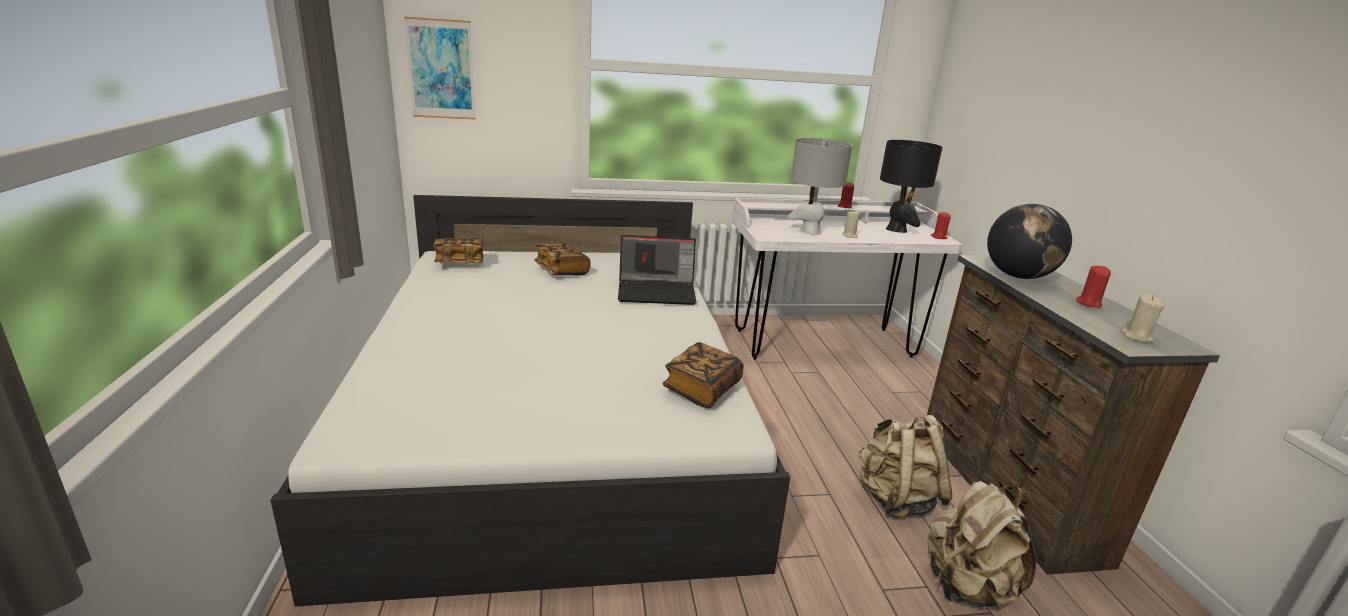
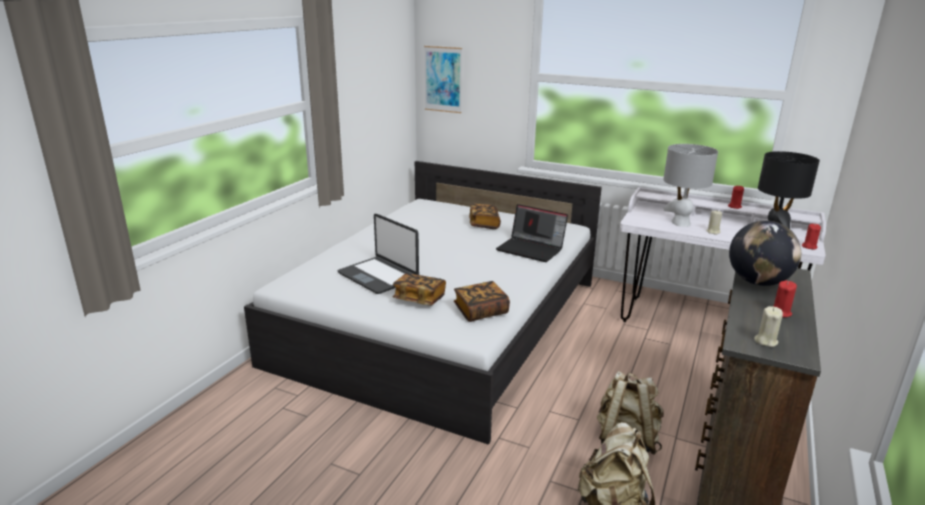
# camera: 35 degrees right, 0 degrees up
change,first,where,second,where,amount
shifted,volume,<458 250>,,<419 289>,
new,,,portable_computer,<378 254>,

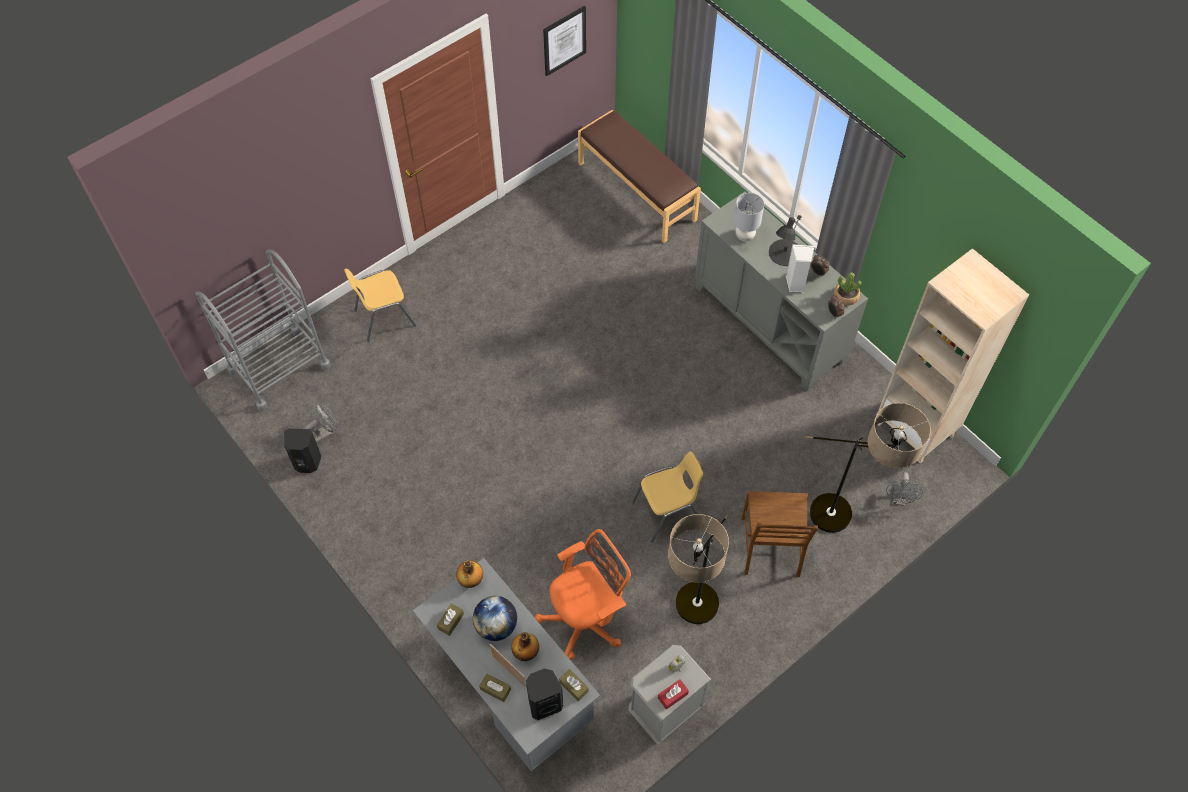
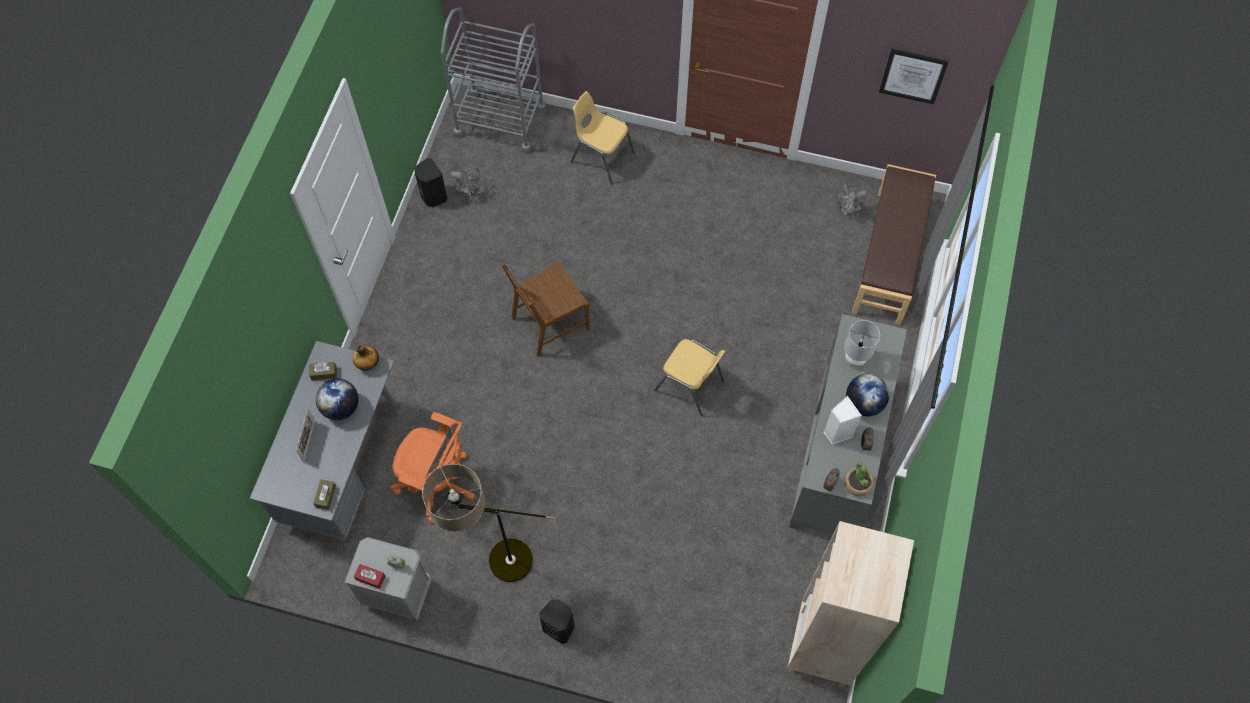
# camera: 55 degrees right, 5 degrees up
change,first,where,second,where,amount
gone,brownish_tissue_holder,<495 688>,,,
gone,drink_bottle,<525 646>,,,
shifted,black_audio_speaker,<544 694>,,<557 621>,
shifted,yellow_upright_chair,<667 496>,,<689 377>,
shifted,brownish_upright_chair,<780 534>,,<545 309>,
swapped,black_lamp_for_a_table,<785 240>,globe,<867 395>,
gone,standard_lamp,<867 468>,,,
shifted,gray_fan,<904 489>,,<852 199>,

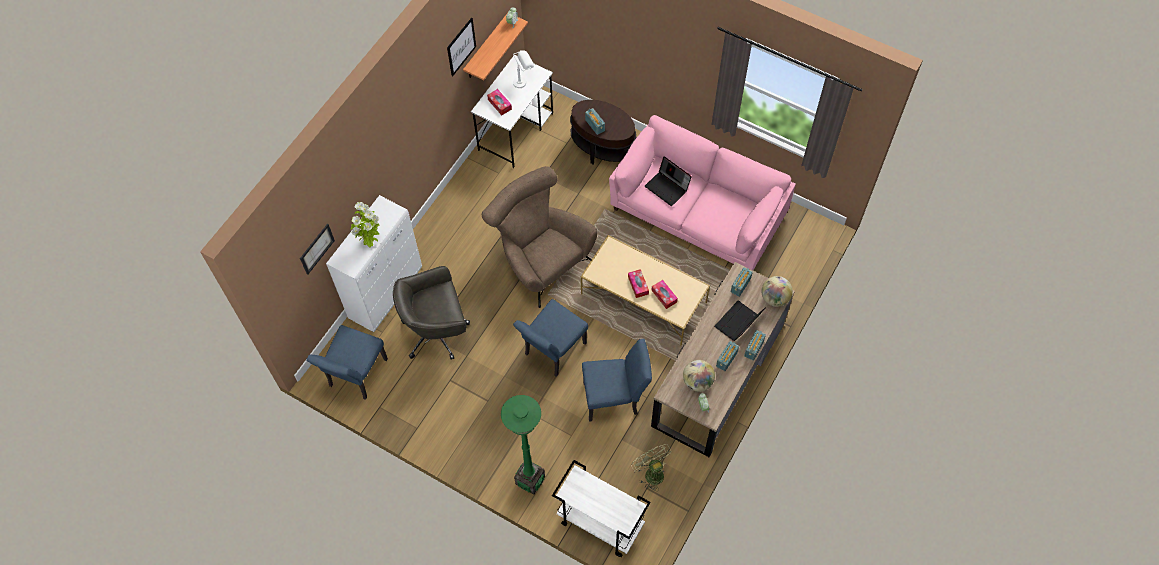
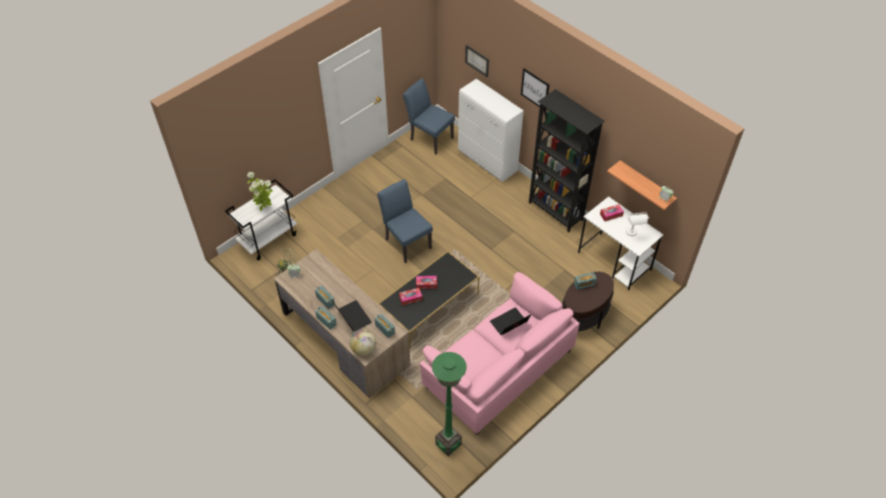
# camera: 105 degrees right, 10 degrees down
change,first,where,second,where,amount
shifted,houseplant,<365 225>,,<260 191>,
gone,gray_computer_chair,<431 313>,,,
shifted,picture,<461 46>,,<535 87>,
gone,brownish_easy_chair,<540 237>,,,
shifted,green-coloured_standard_lamp,<523 445>,,<449 404>,
repainted,sand-coloured_lounge_table,<645 290>,black_lounge_table,<428 300>,
gone,bluish_upright_chair,<617 380>,,,
gone,globe,<699 376>,,,
new,,,black_bookcase,<566 160>,

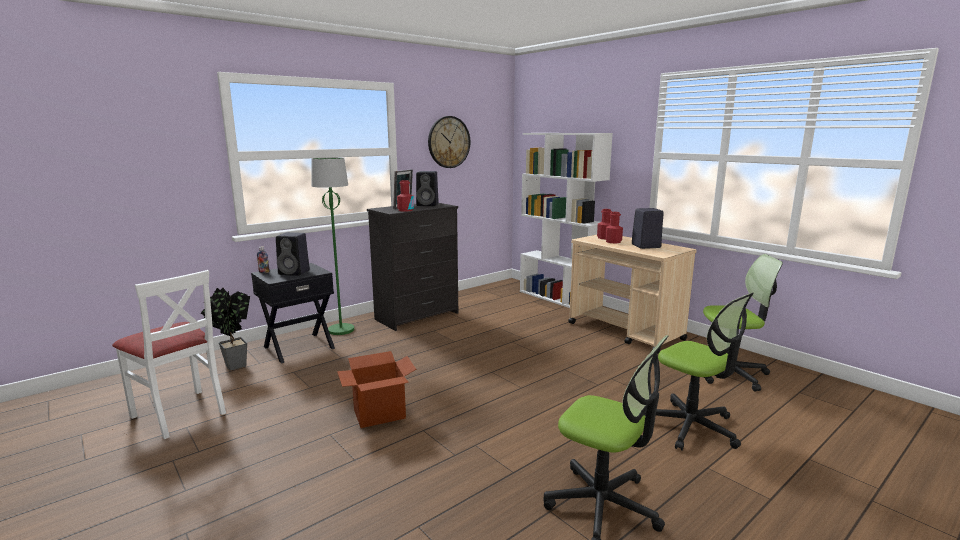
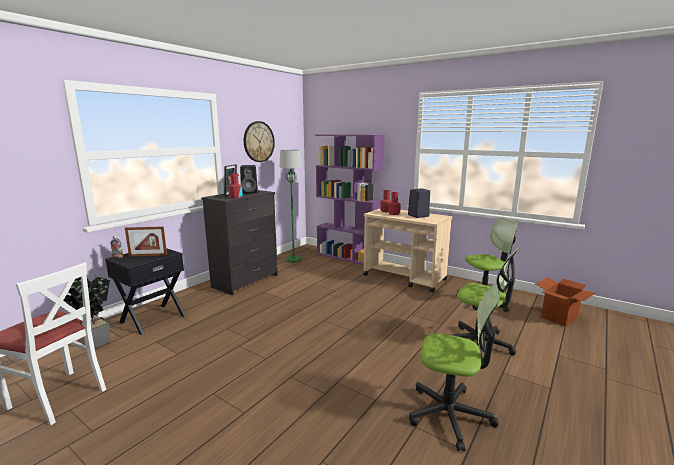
# camera: 15 degrees left, 0 degrees up
change,first,where,second,where,amount
swapped,black_audio_speaker,<293 254>,standing_frame,<146 241>,
shifted,green-coloured_standard_lamp,<332 246>,,<291 206>,
shifted,cardboard_box,<376 389>,,<565 301>,
repainted,whitish_bookcase,<566 220>,purple-coloured_bookcase,<350 199>,

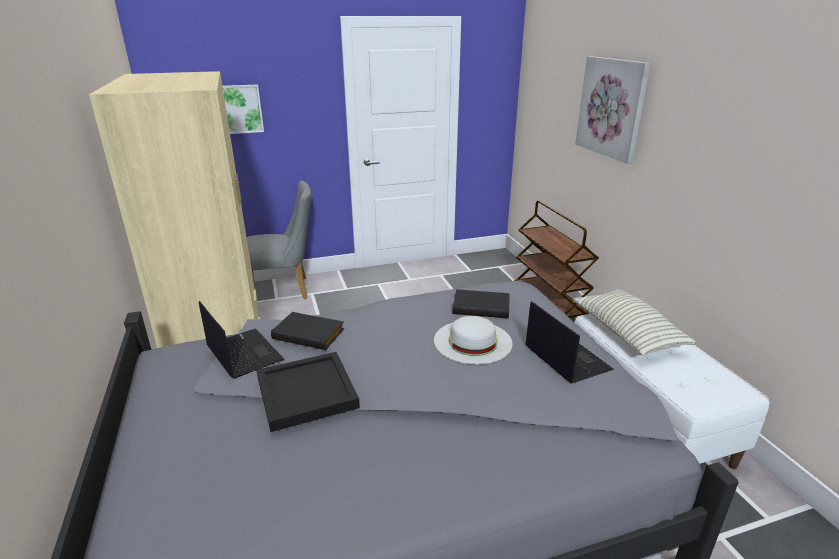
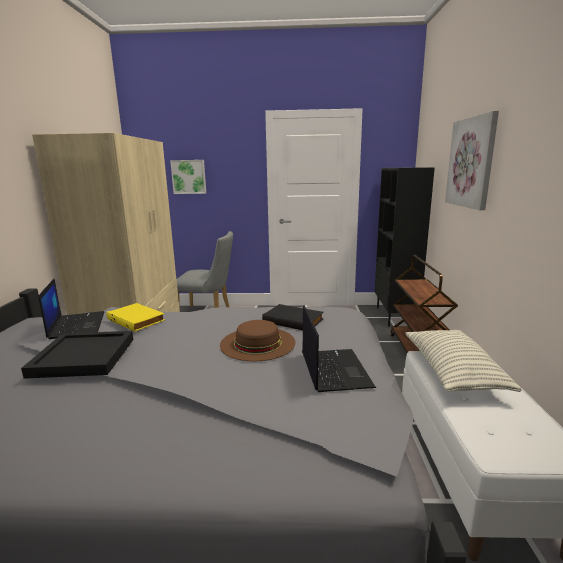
# camera: 20 degrees right, 10 degrees down
change,first,where,second,where,amount
repainted,black_volume,<307 331>,yellow_volume,<135 317>,
repainted,whitish_hat,<473 340>,brownish_hat,<258 340>,
new,,,black_bookcase,<405 247>,

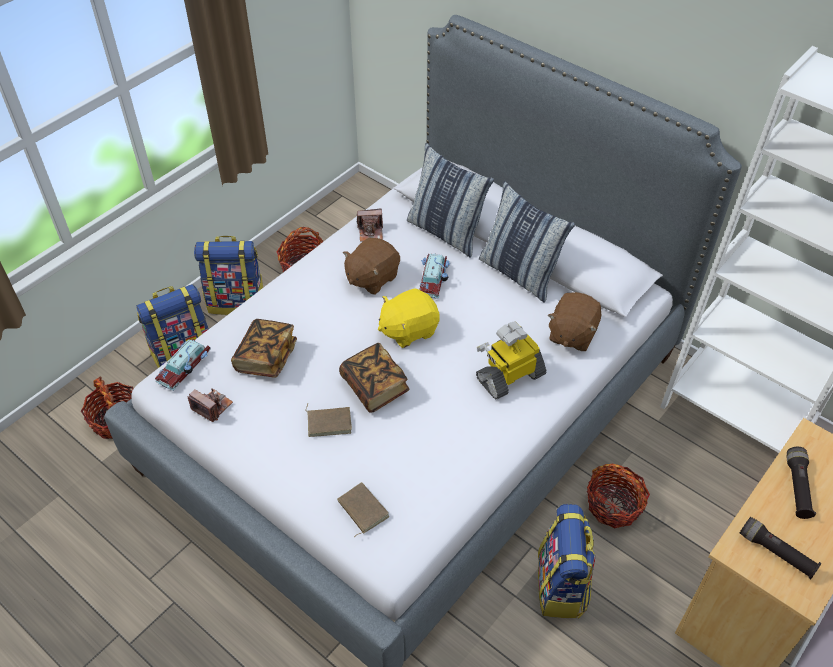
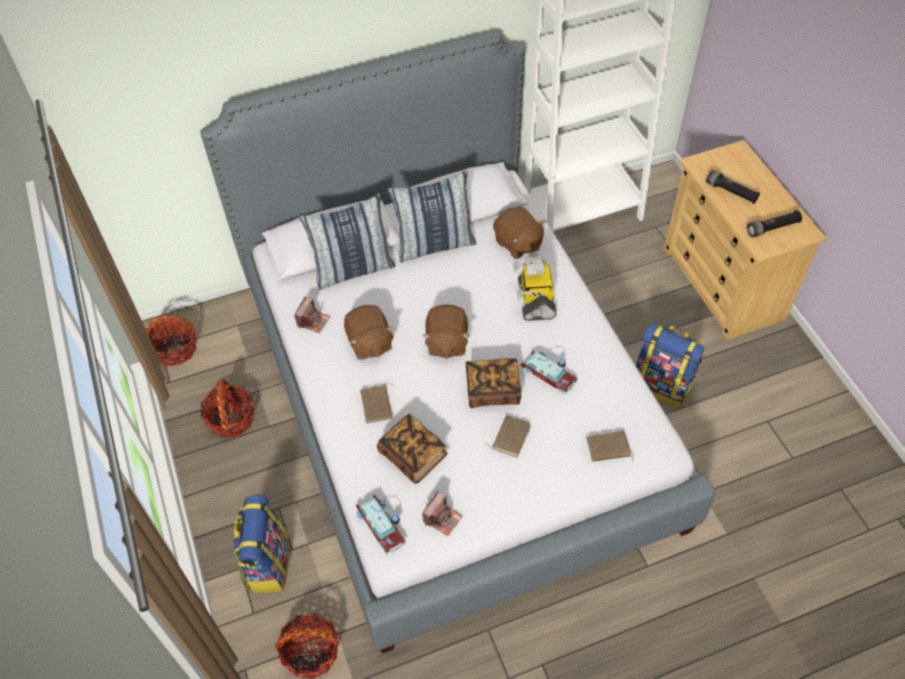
# camera: 60 degrees left, 5 degrees up
change,first,where,second,where,amount
rotated,still_camera,<210 405>,,<442 513>,150 degrees clockwise
gone,knapsack,<228 275>,,,
repainted,yellow_plush_toy,<409 318>,brownish_plush_toy,<446 331>,
shifted,model_car,<434 276>,,<549 373>,
shifted,household_basket,<618 496>,,<171 340>,
new,,,brownish_volume,<377 403>,

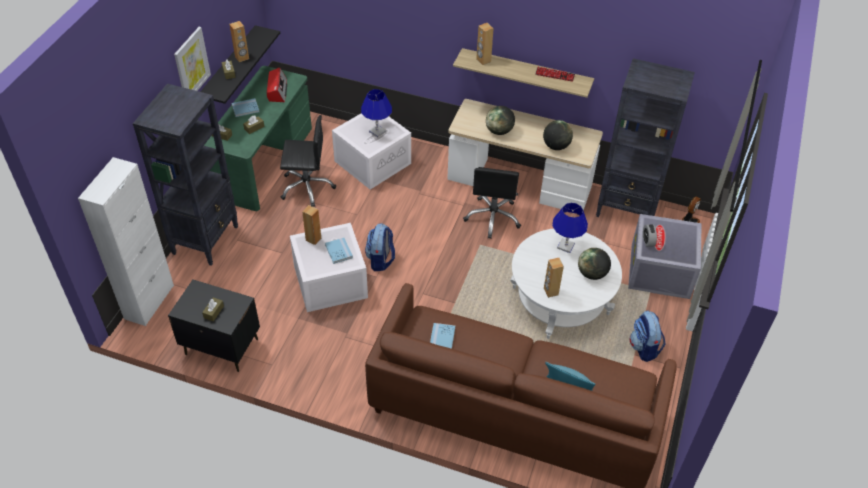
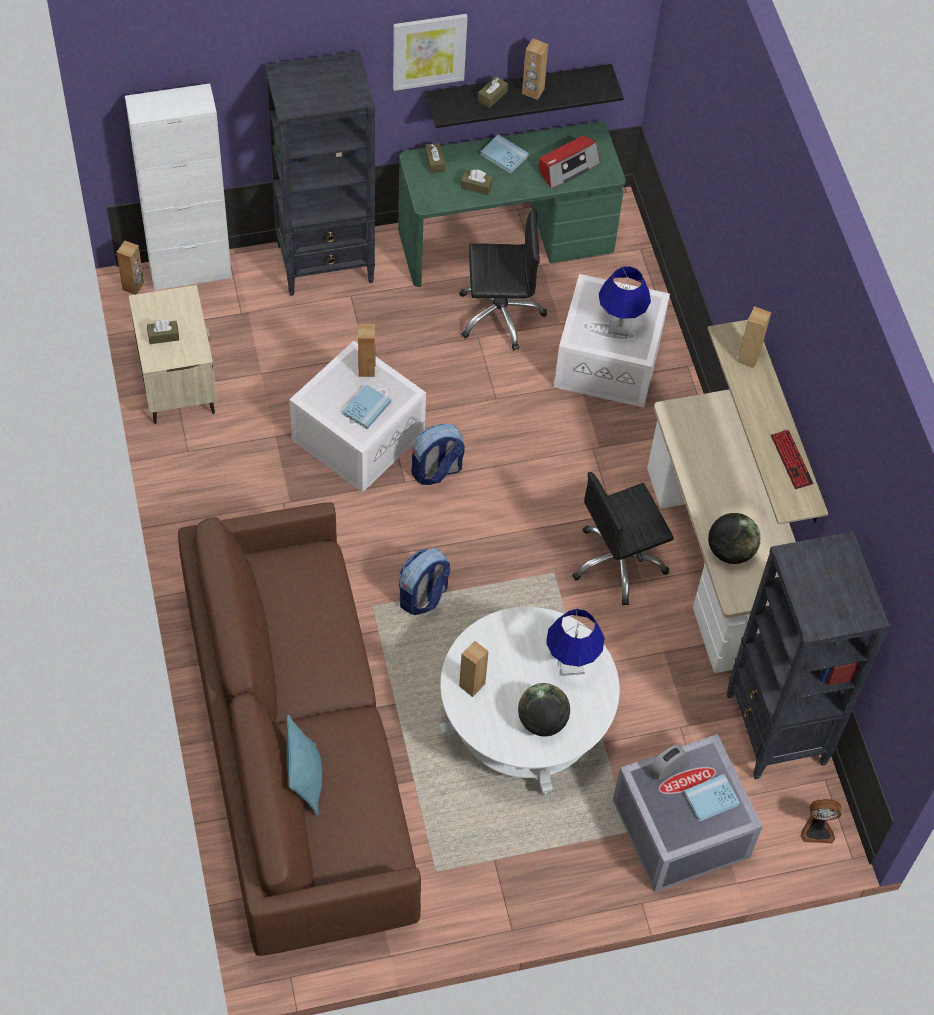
# camera: 55 degrees right, 10 degrees up
change,first,where,second,where,amount
repainted,black_night_table,<214 326>,sand-coloured_night_table,<173 354>,
rotated,black_computer_chair,<308 161>,,<503 279>,60 degrees counterclockwise
shifted,bluish_volume,<442 336>,,<712 798>,
gone,globe,<500 120>,,,
shifted,knapsack,<648 336>,,<424 581>,
new,,,brownish_audio_speaker,<130 267>,

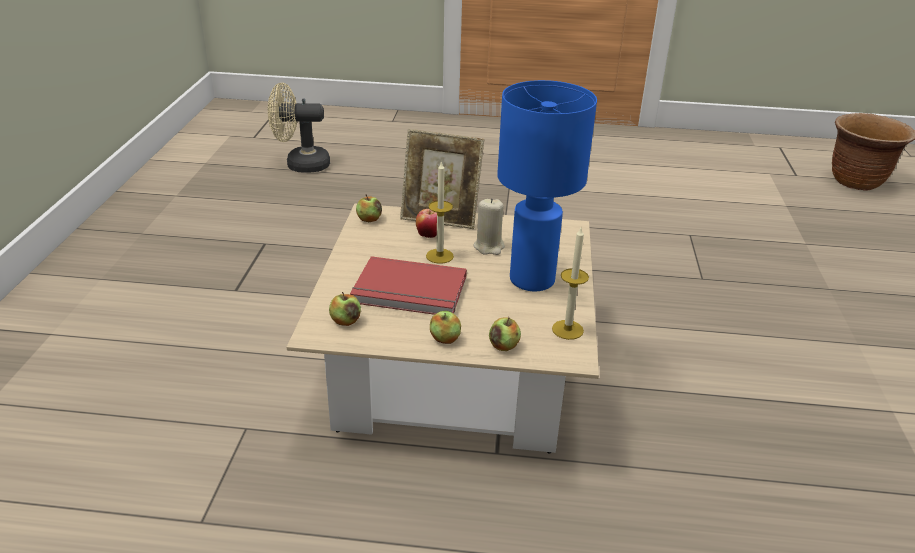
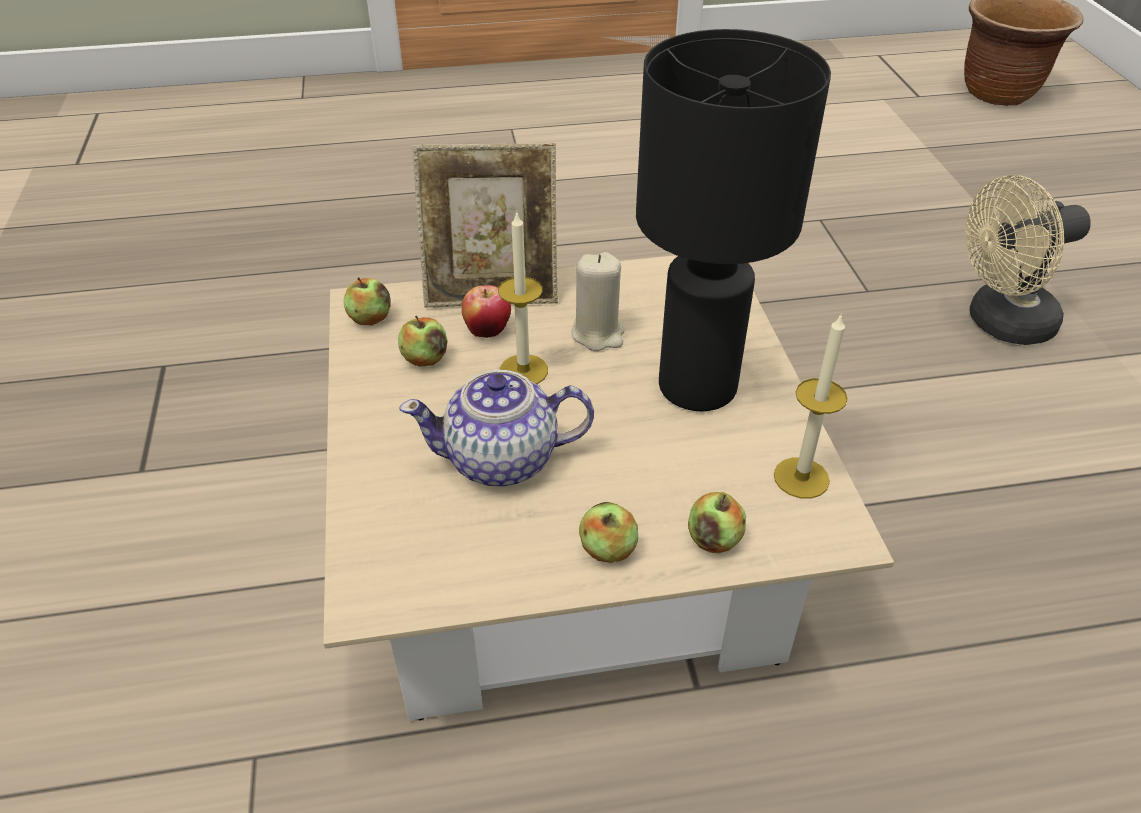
# camera: 15 degrees left, 10 degrees up
change,first,where,second,where,amount
shifted,sand-coloured_fan,<299 128>,,<1028 260>,
shifted,apple_fruit,<345 309>,,<423 341>,
swapped,reddish_volume,<408 285>,tea_pot,<496 428>,
repainted,bluish_lamp_for_a_table,<547 185>,black_lamp_for_a_table,<733 220>,

